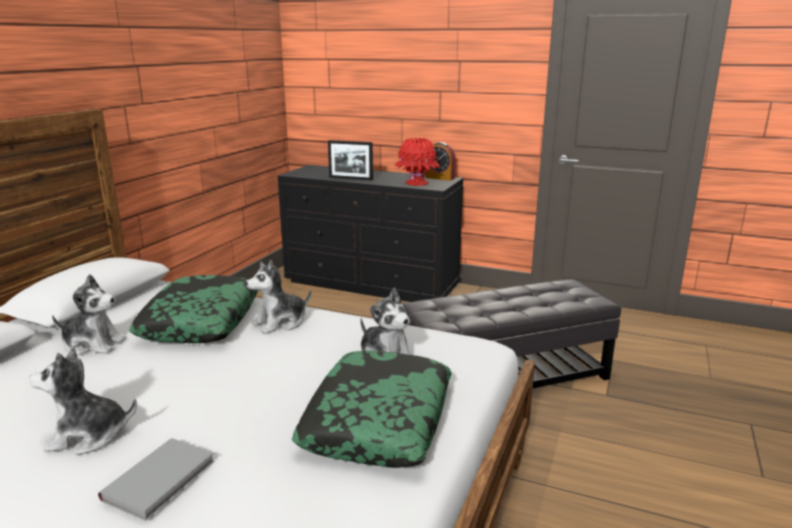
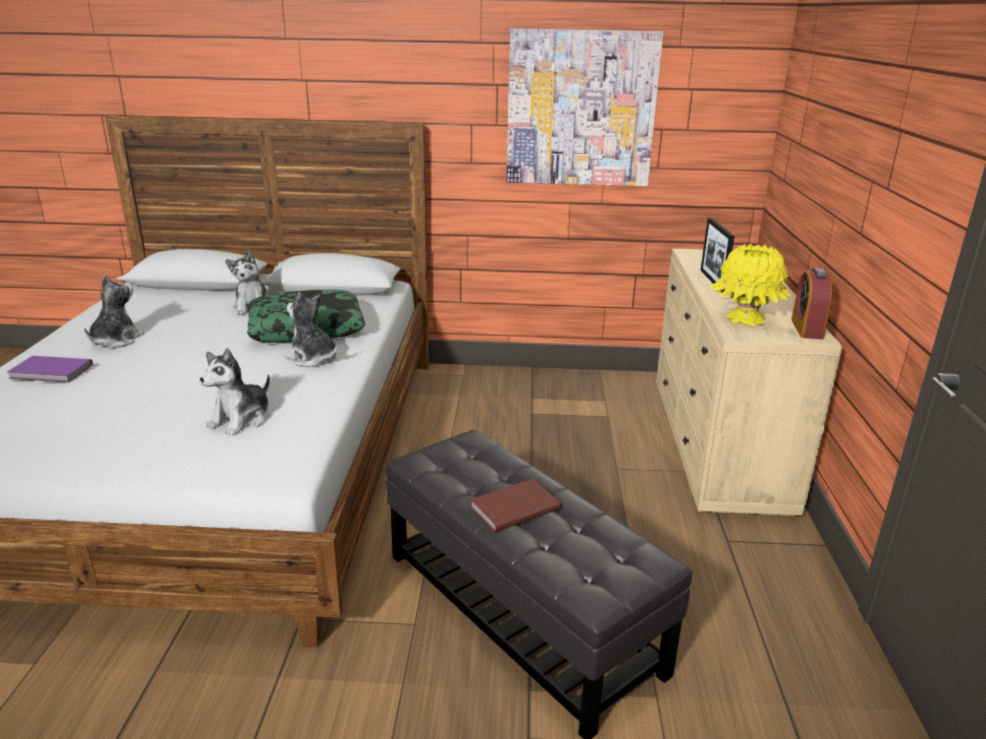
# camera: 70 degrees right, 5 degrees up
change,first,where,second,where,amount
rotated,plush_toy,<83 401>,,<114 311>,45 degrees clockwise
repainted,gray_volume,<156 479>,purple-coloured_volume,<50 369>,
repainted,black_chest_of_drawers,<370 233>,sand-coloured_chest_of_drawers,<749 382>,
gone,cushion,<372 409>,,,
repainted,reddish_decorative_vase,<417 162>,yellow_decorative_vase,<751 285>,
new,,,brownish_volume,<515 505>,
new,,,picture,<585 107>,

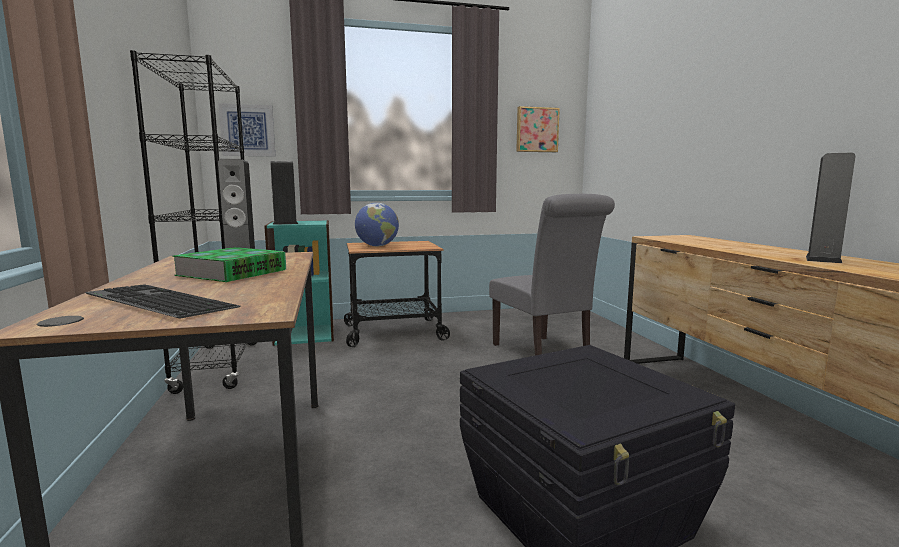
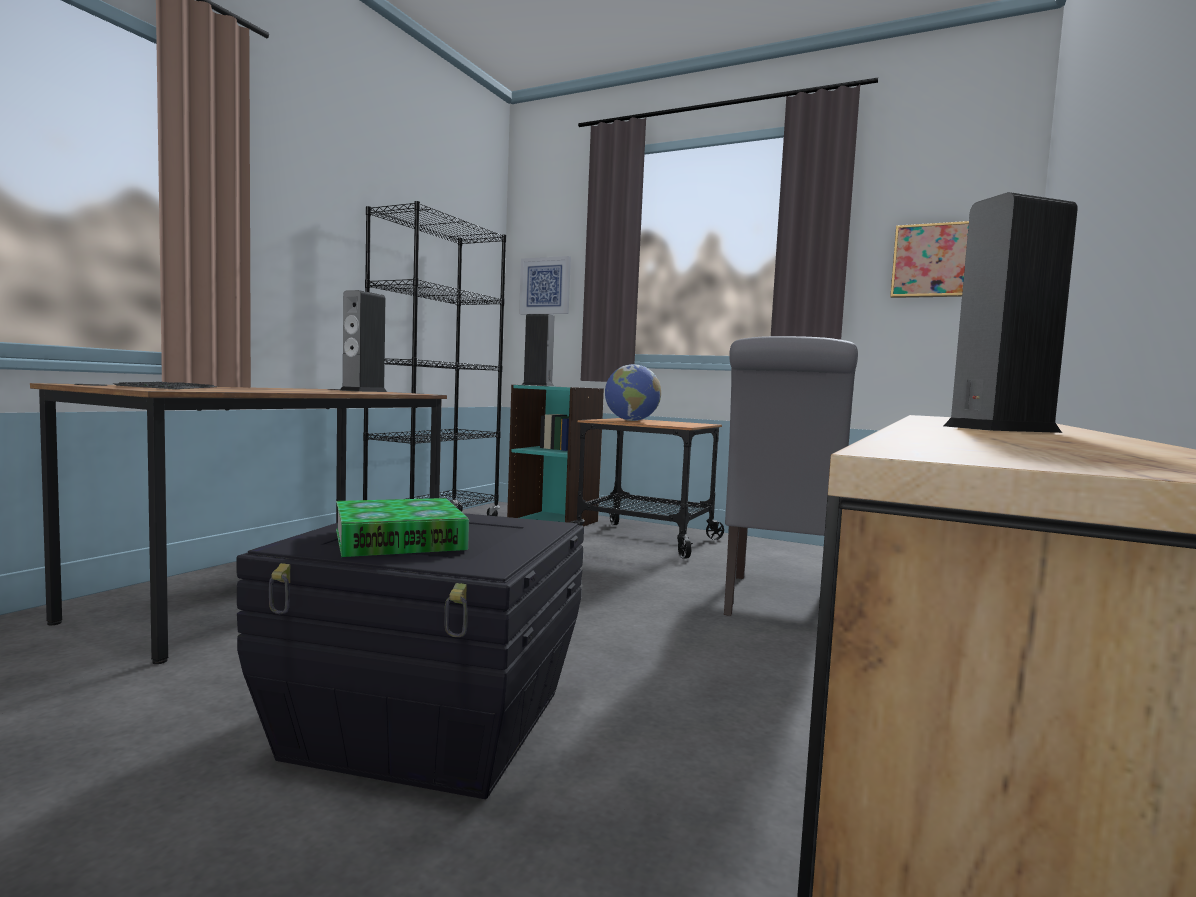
# camera: 40 degrees right, 5 degrees down
change,first,where,second,where,amount
shifted,volume,<229 264>,,<402 527>,

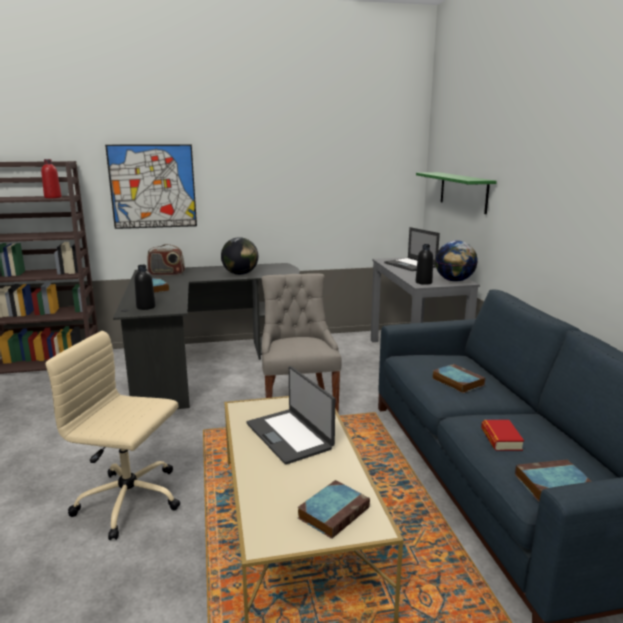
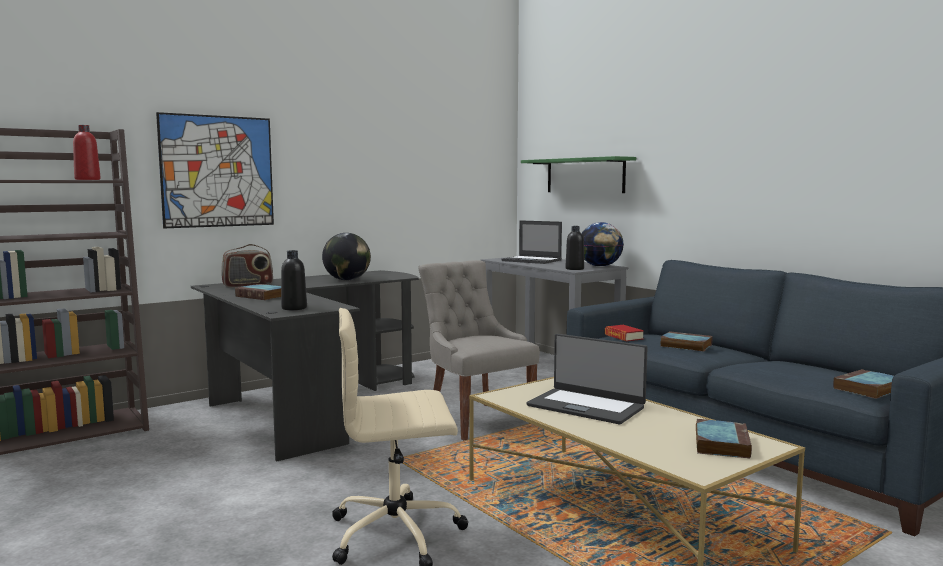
# camera: 25 degrees left, 10 degrees down
change,first,where,second,where,amount
shifted,volume,<502 435>,,<624 333>,

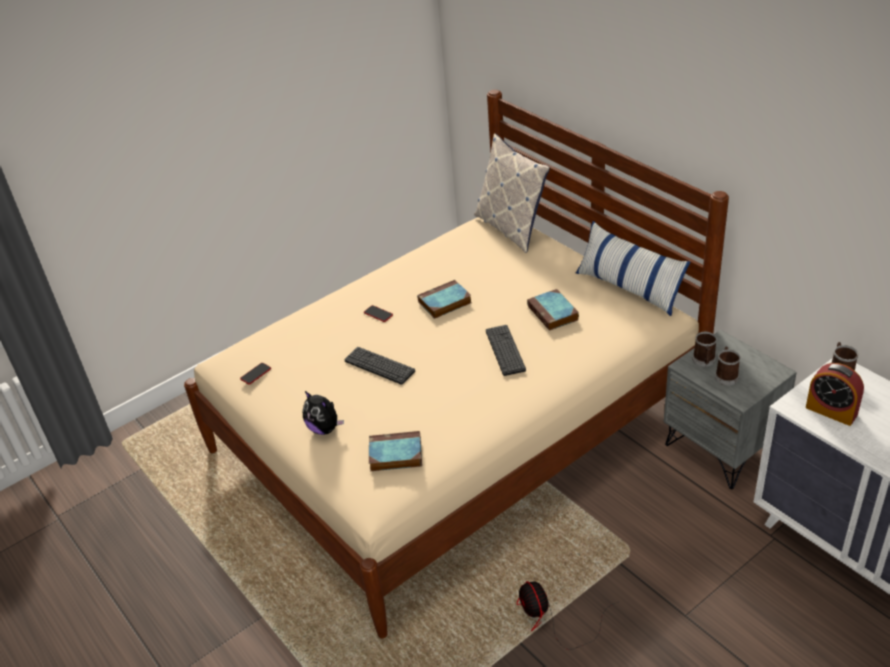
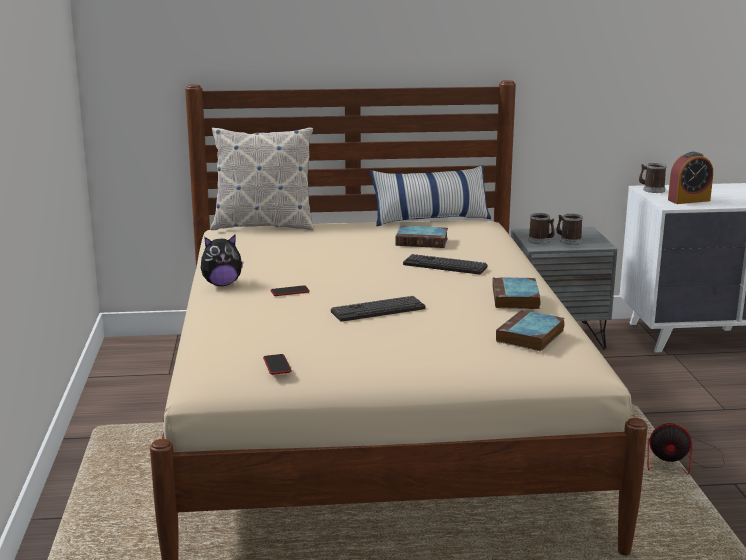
# camera: 60 degrees left, 20 degrees down
change,first,where,second,where,amount
shifted,plush_toy,<323 413>,,<222 260>,
shifted,volume,<444 299>,,<516 293>,

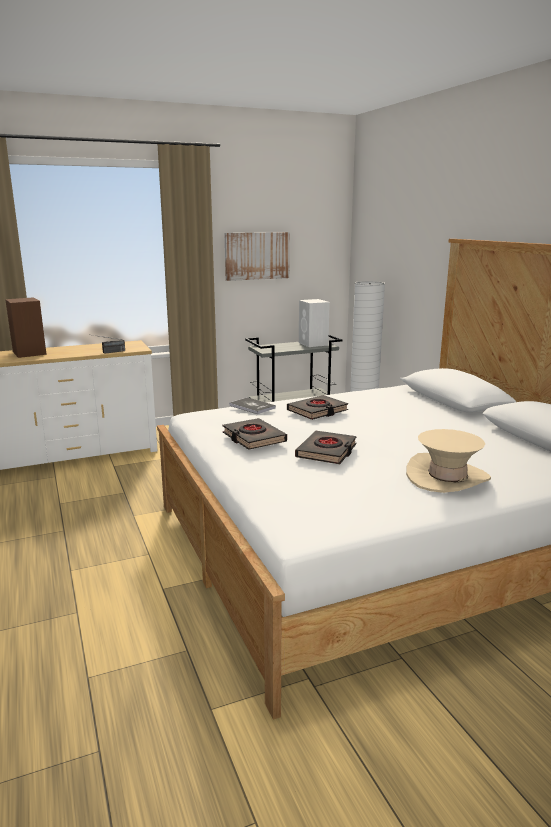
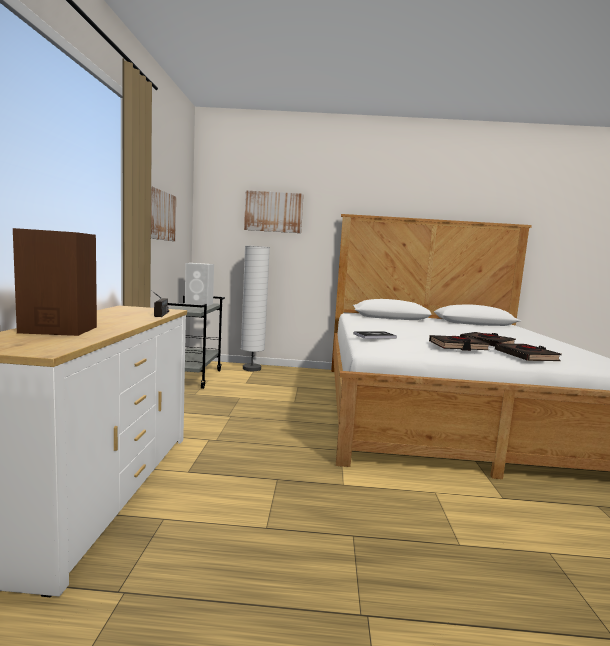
# camera: 65 degrees left, 10 degrees down
change,first,where,second,where,amount
shifted,black_volume,<317 407>,,<528 352>,
gone,sand-coloured_hat,<448 461>,,,
new,,,picture,<274 211>,

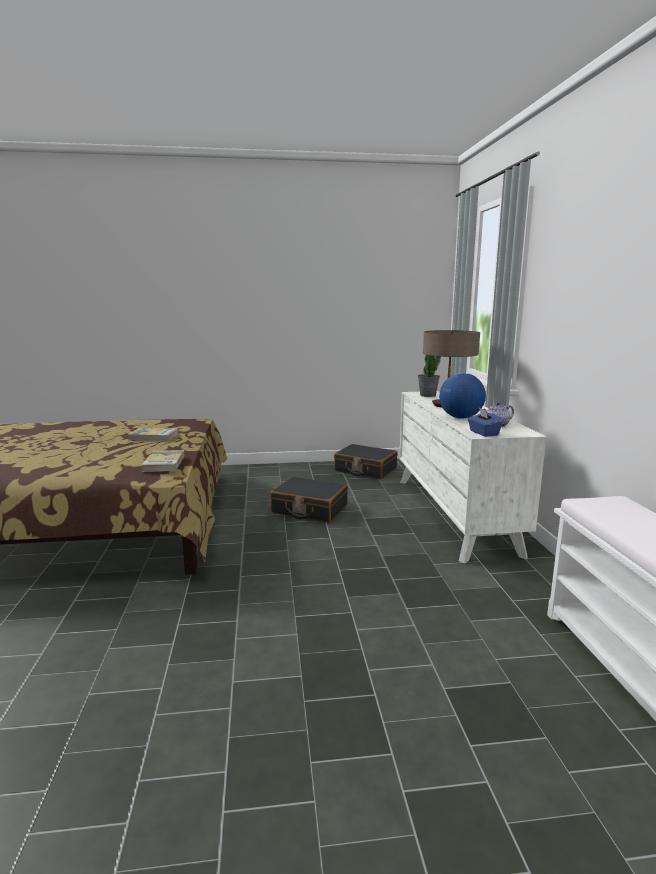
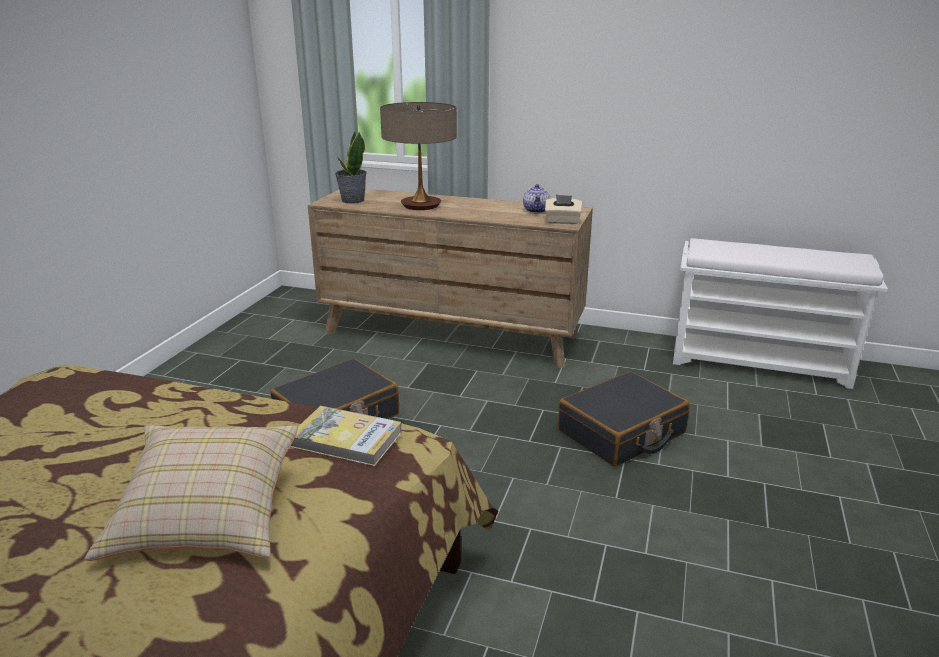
# camera: 65 degrees left, 10 degrees up
change,first,where,second,where,amount
gone,volume,<153 434>,,,
shifted,black_travel_case,<365 461>,,<624 419>,
repainted,whitish_chest_of_drawers,<472 477>,brownish_chest_of_drawers,<450 278>,
gone,globe,<462 395>,,,
repainted,bluish_tissue_holder,<485 422>,sand-coloured_tissue_holder,<563 209>,
new,,,sand-coloured_cushion,<191 493>,

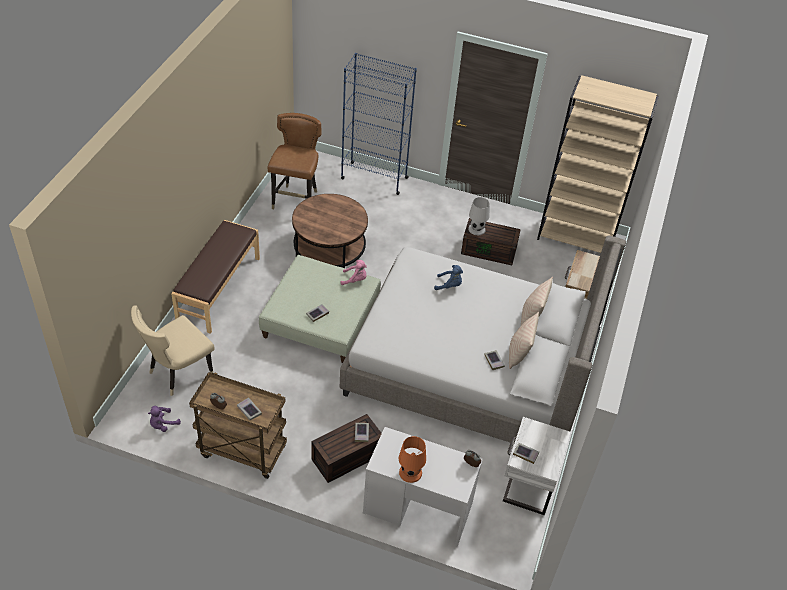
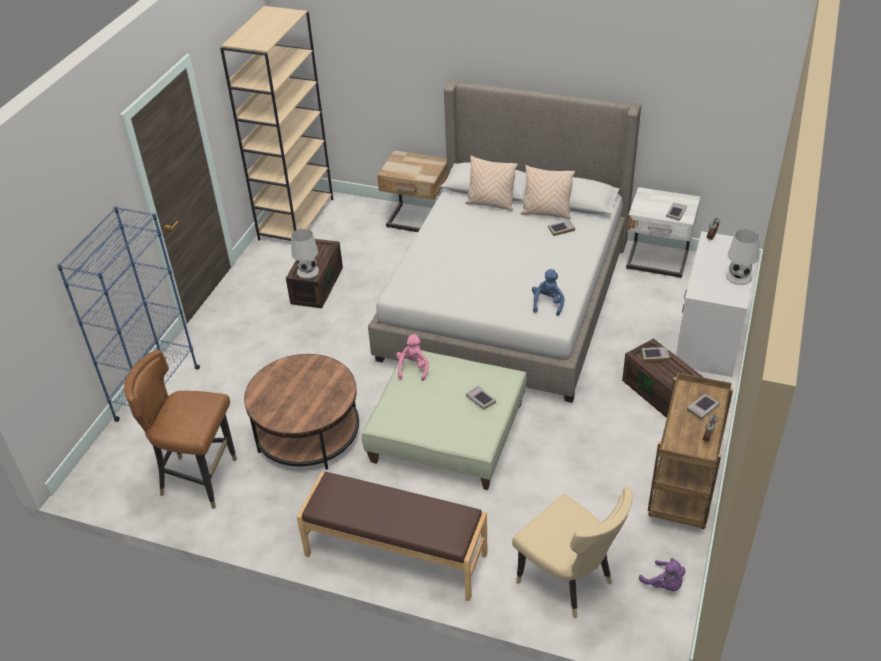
# camera: 85 degrees left, 5 degrees down
change,first,where,second,where,amount
repainted,orange-coloured_lamp_for_a_table,<412 459>,whitish_lamp_for_a_table,<743 257>,
shifted,bluish_plush_toy,<448 277>,,<548 292>,

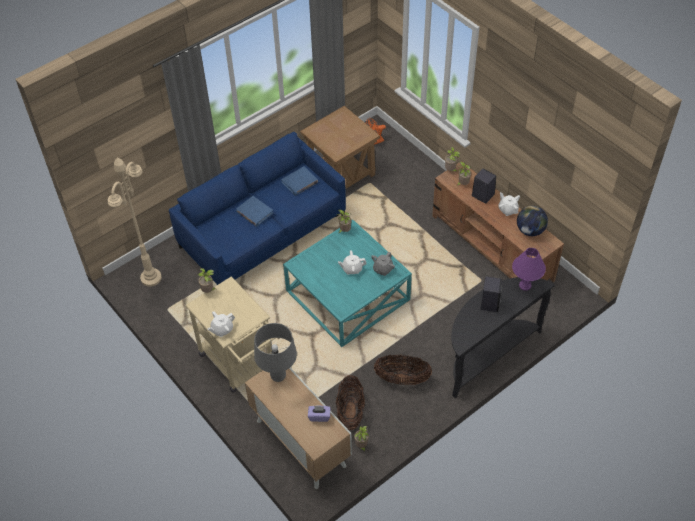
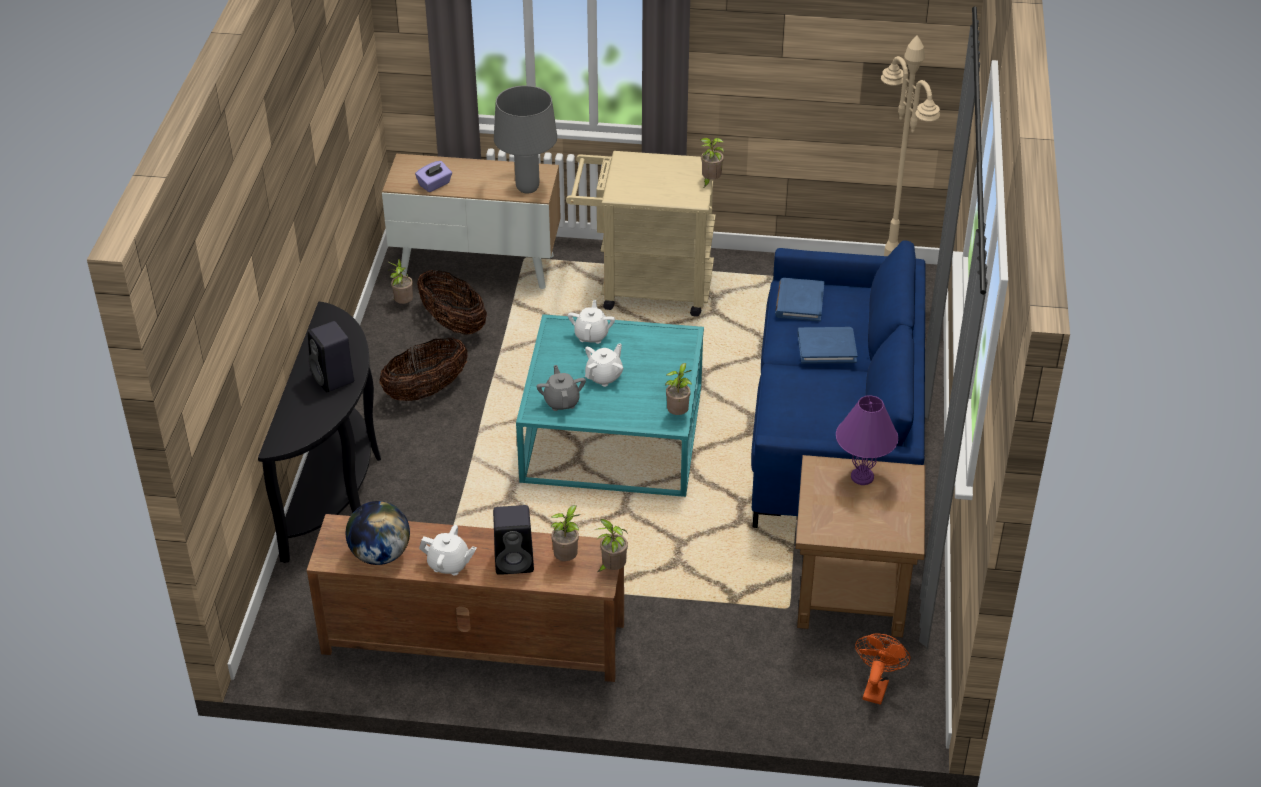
# camera: 135 degrees right, 10 degrees down
change,first,where,second,where,amount
shifted,whitish_tea_pot,<221 324>,,<591 322>,
shifted,bluish_volume,<299 181>,,<800 300>,
shifted,purple-coloured_lamp_for_a_table,<529 269>,,<867 440>,

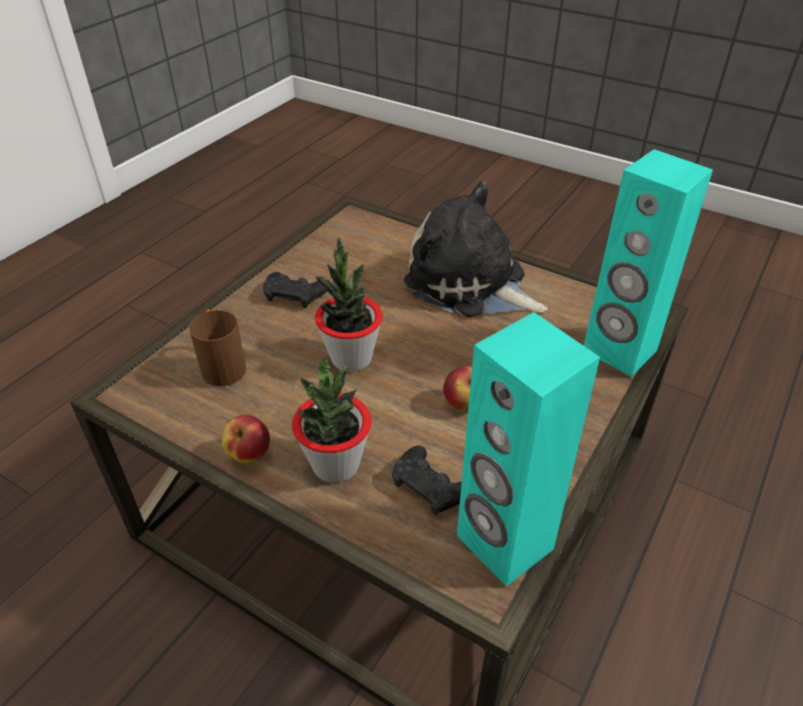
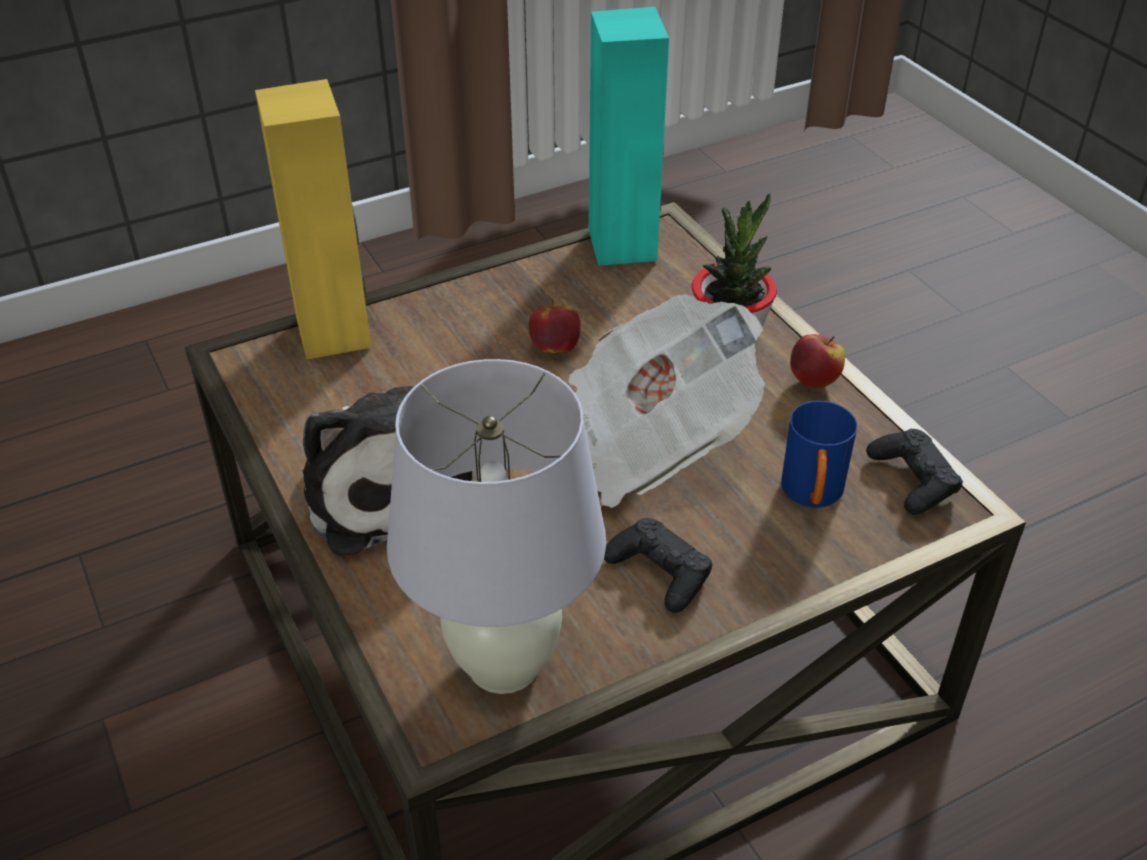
# camera: 150 degrees left, 0 degrees up
change,first,where,second,where,amount
repainted,brownish_coffee_mug,<217 347>,bluish_coffee_mug,<819 454>,
swapped,houseplant,<349 304>,printed_paper,<667 401>,
shifted,black_game_controller,<427 480>,,<914 471>,
repainted,turquoise_audio_speaker,<648 263>,yellow_audio_speaker,<313 219>,
new,,,whitish_lamp_for_a_table,<496 526>,

